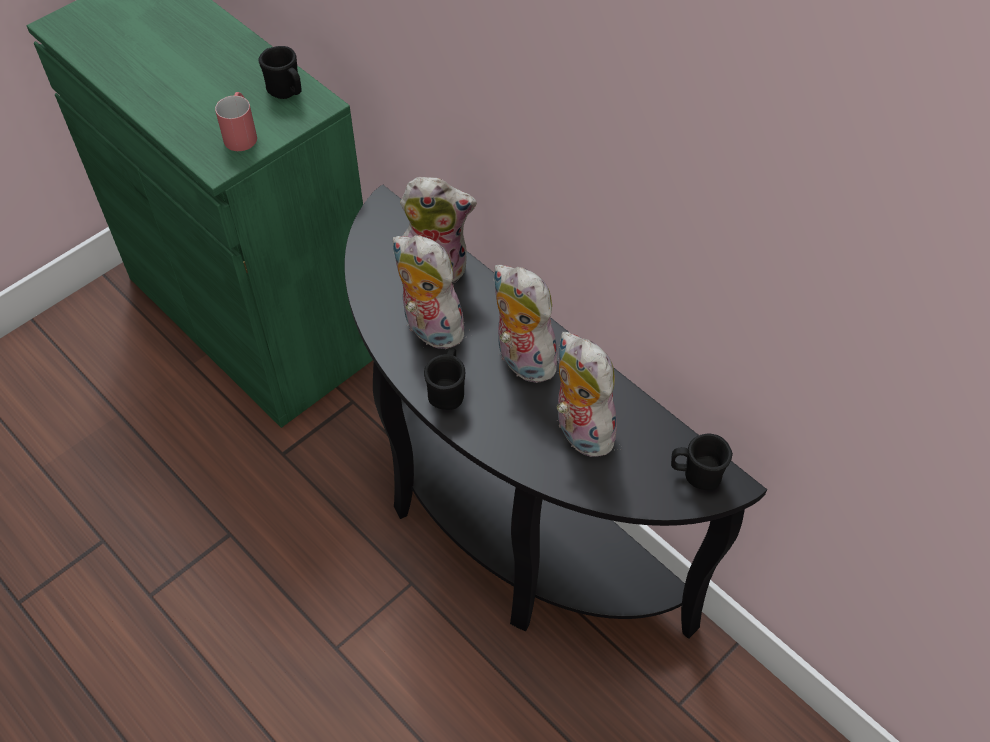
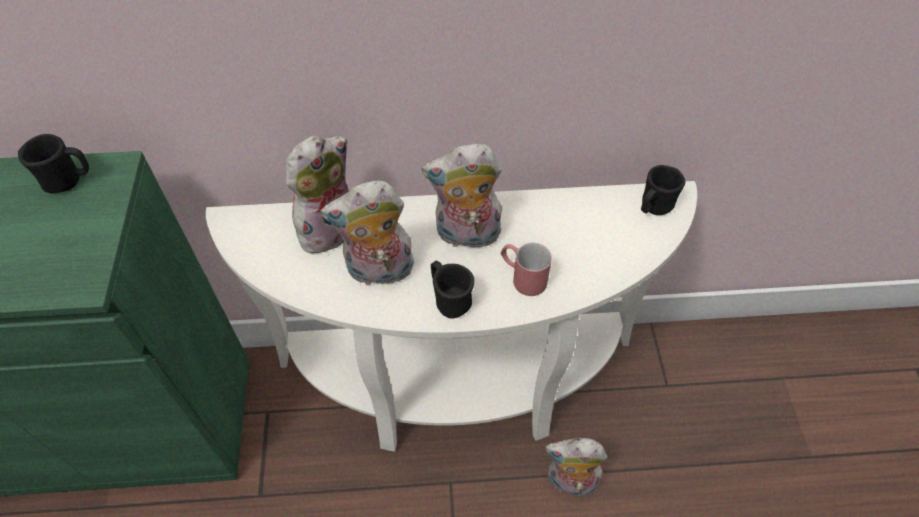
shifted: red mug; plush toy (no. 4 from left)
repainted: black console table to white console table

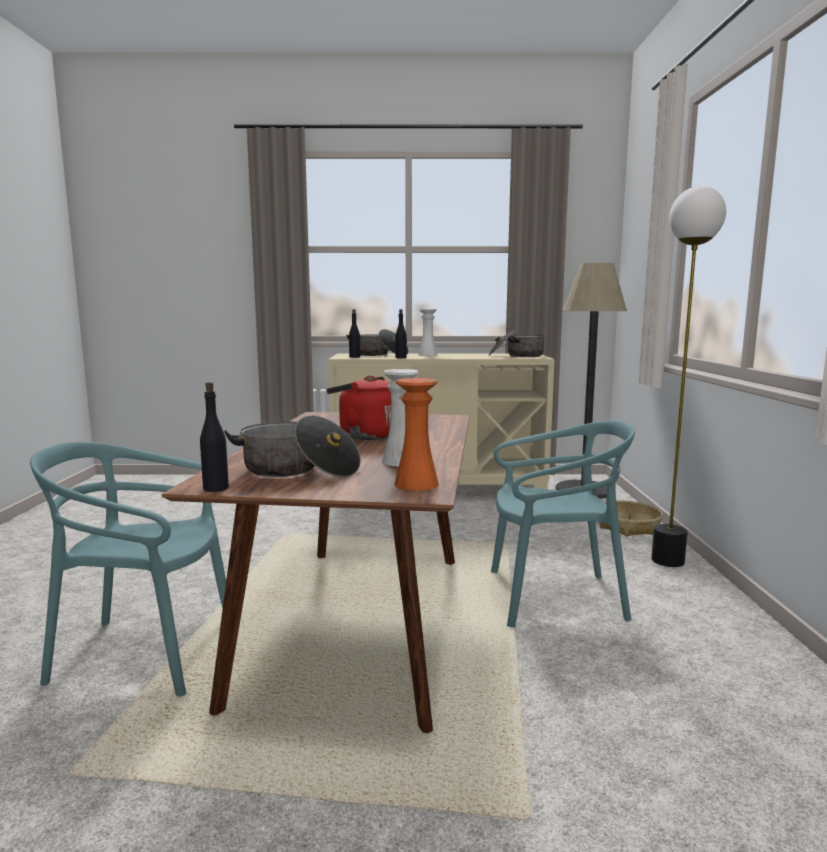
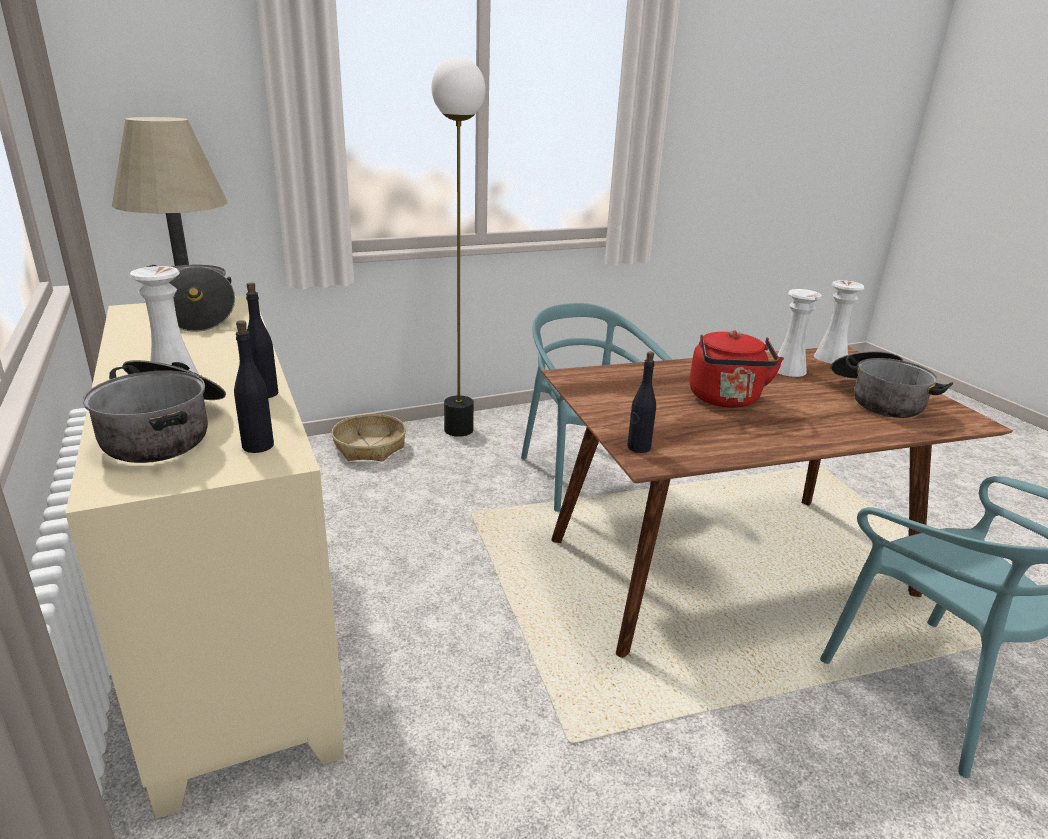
shifted: black bottle (no. 1 from left in the first image) to black bottle (no. 3 from left)
repainted: orange vase to white vase (no. 3 from left)

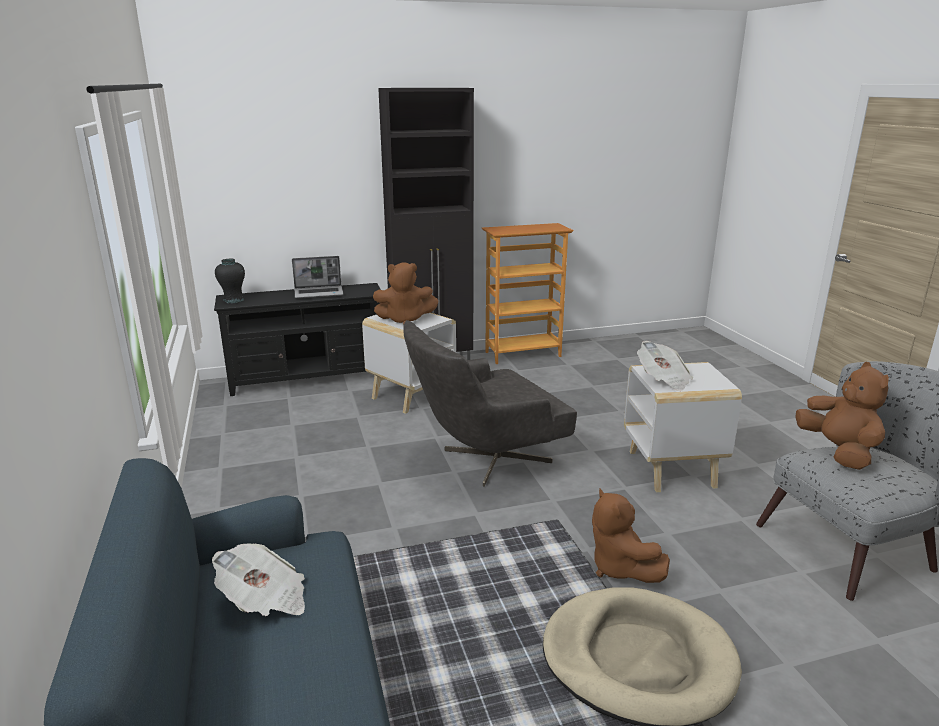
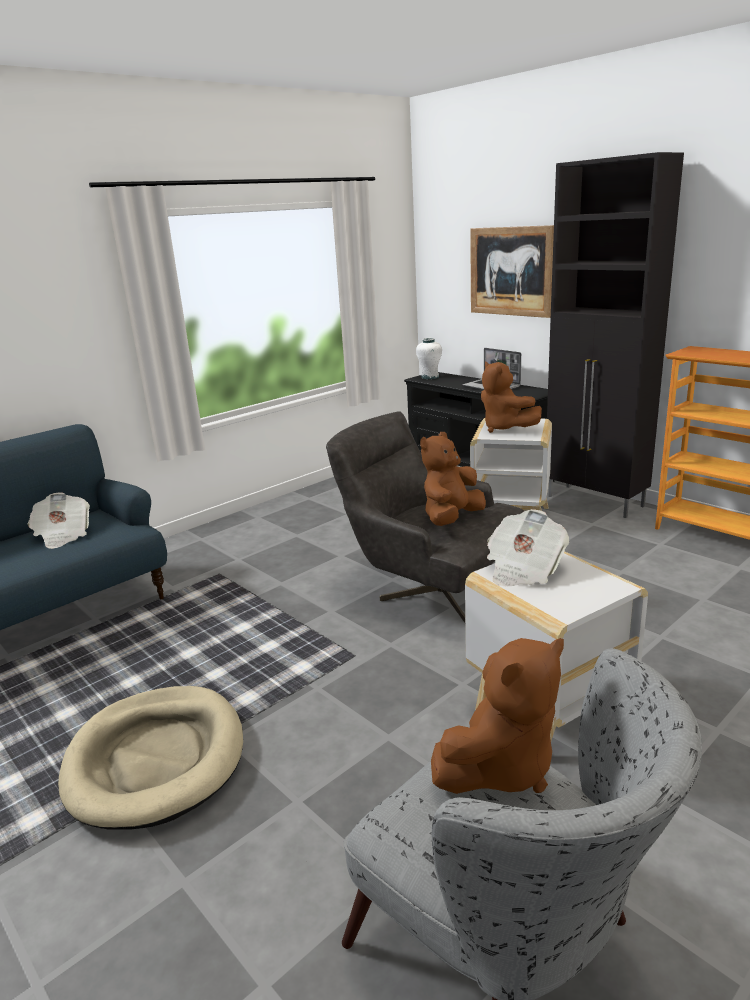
new: picture
shifted: brown plush toy (no. 2 from left in the first image) to brown plush toy (no. 1 from left)
repainted: black vase to white vase

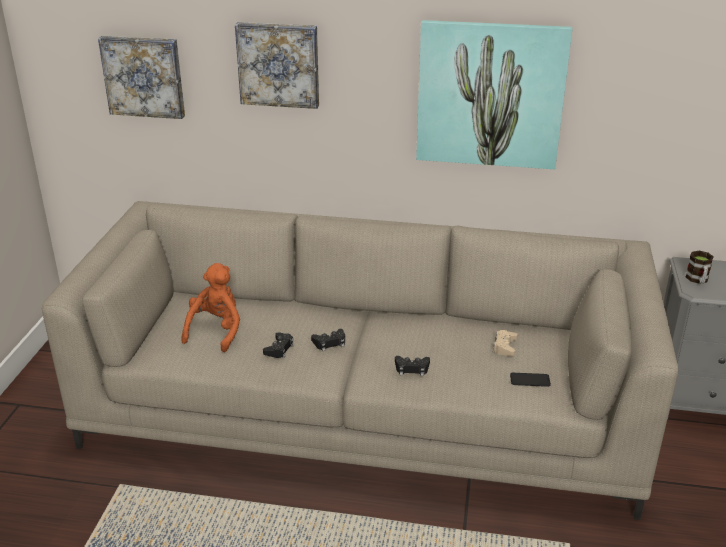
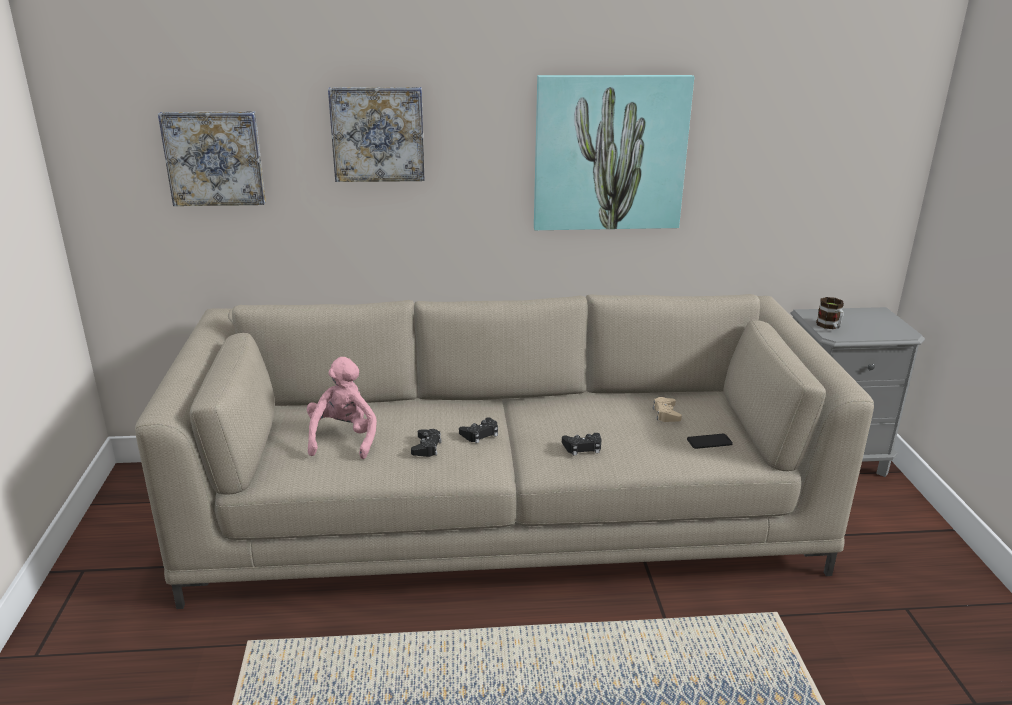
repainted: orange plush toy to pink plush toy

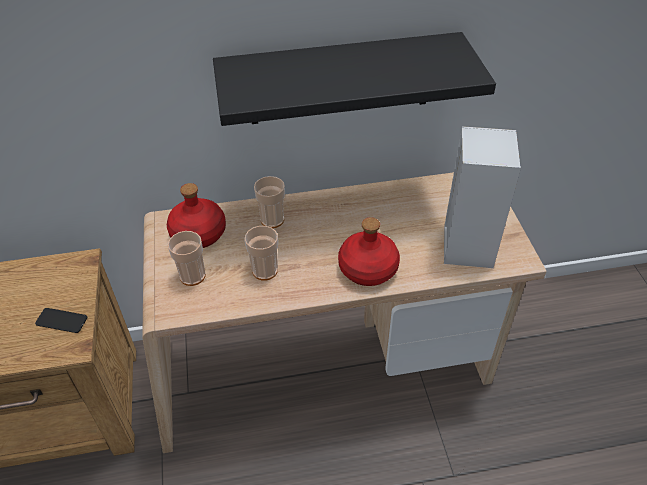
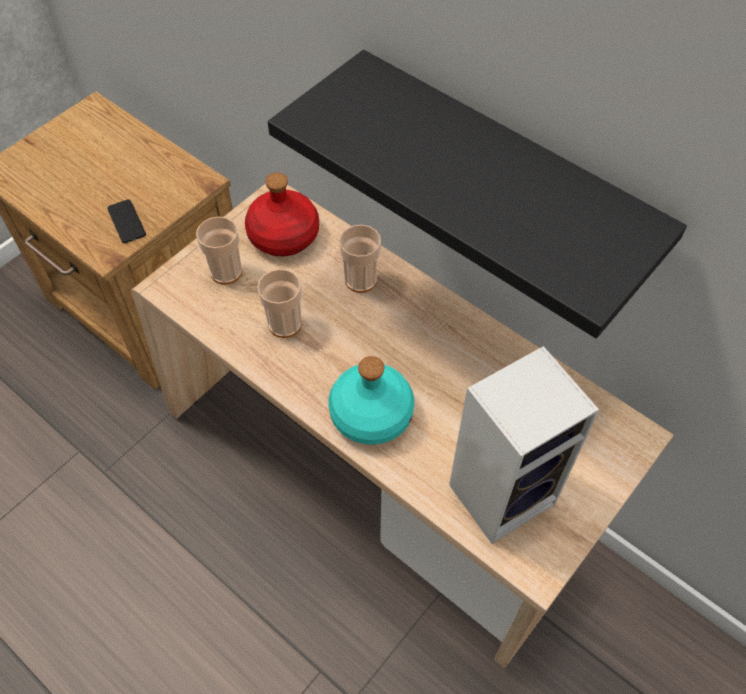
repainted: red bottle (no. 2 from left) to turquoise bottle

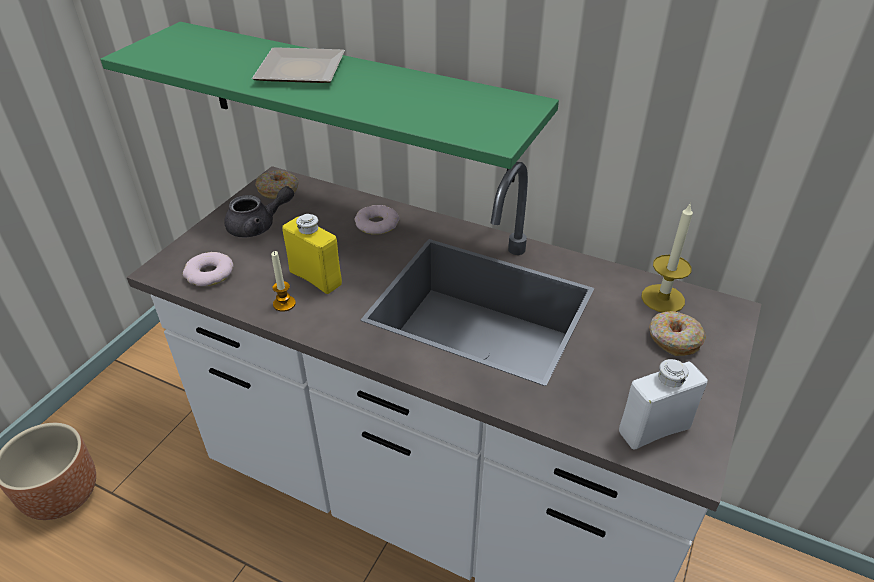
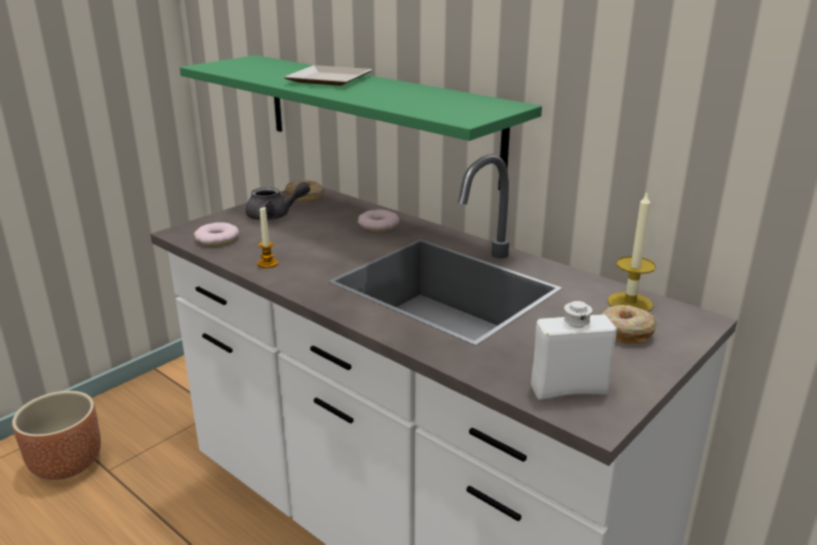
gone: yellow bottle

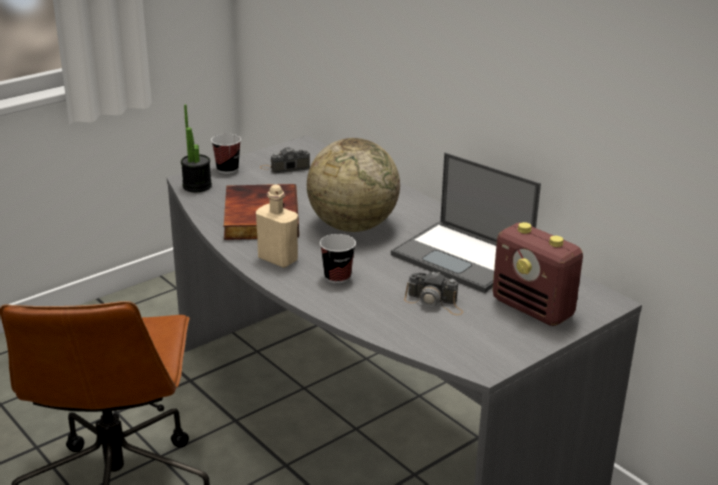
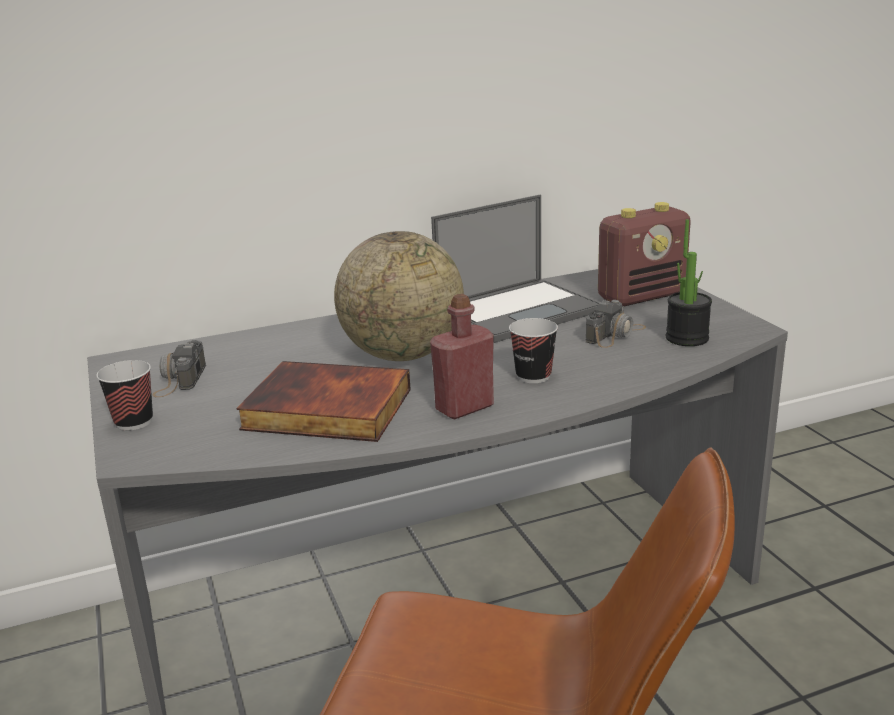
shifted: potted plant
repainted: beige bottle to red bottle

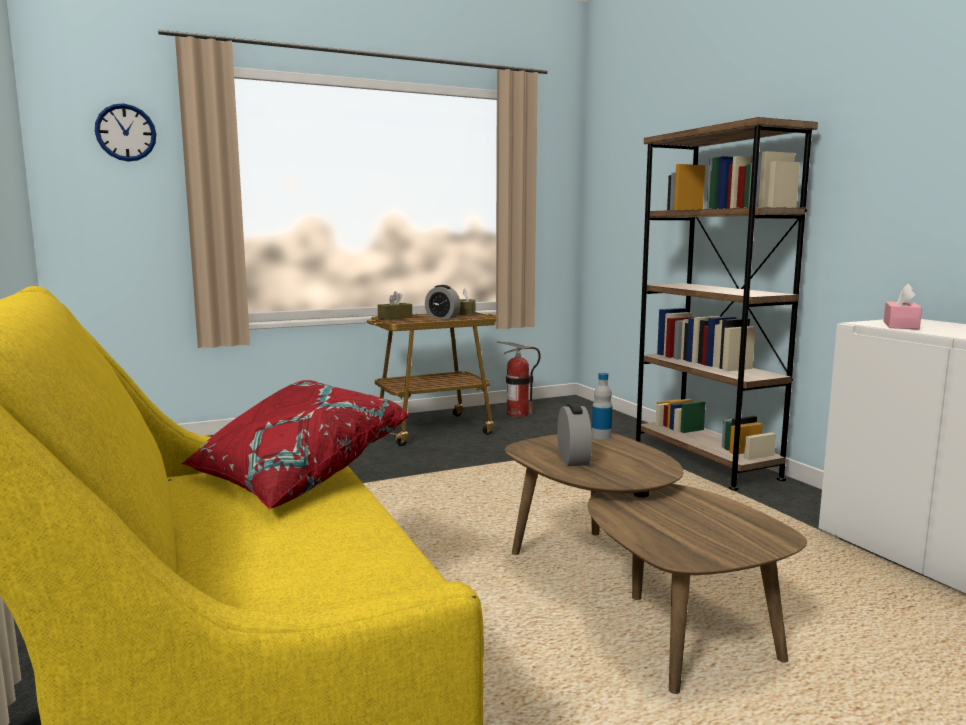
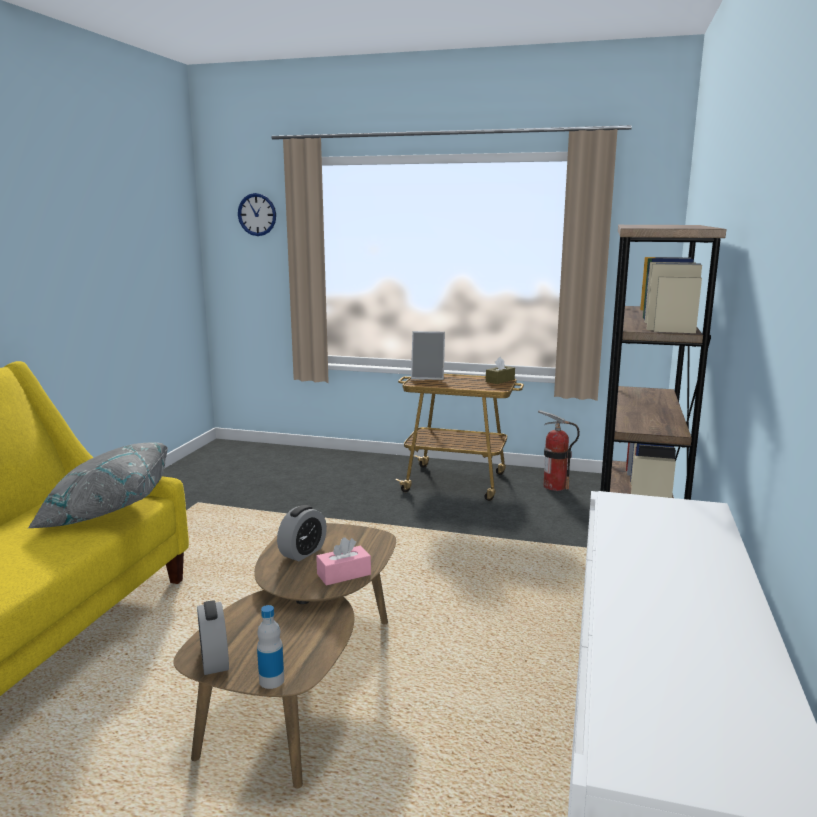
shifted: alarm clock (no. 1 from left); bottle; pink tissue box
swapped: brown tissue box (no. 1 from left) to picture frame
repainted: red pillow to grey pillow

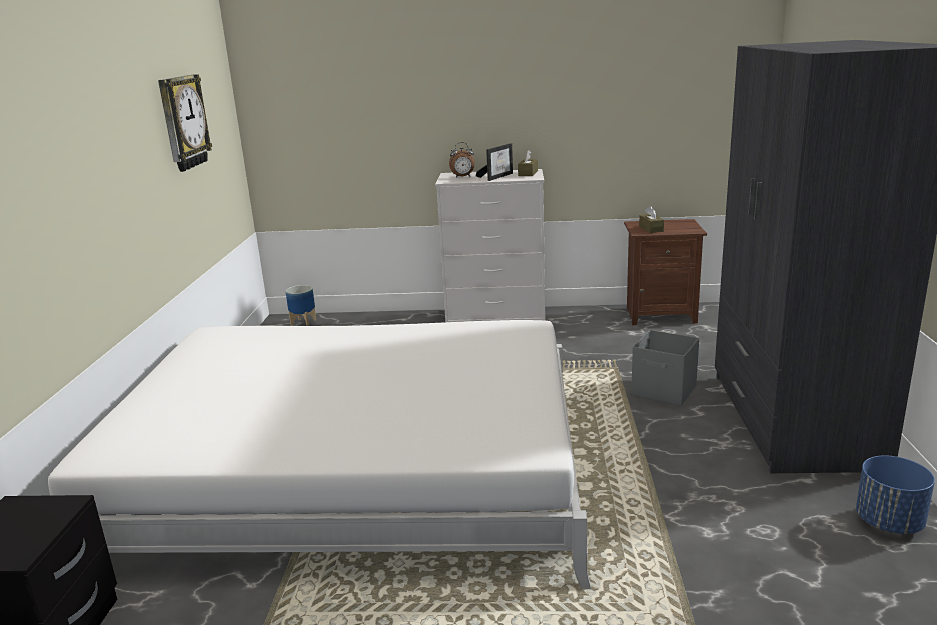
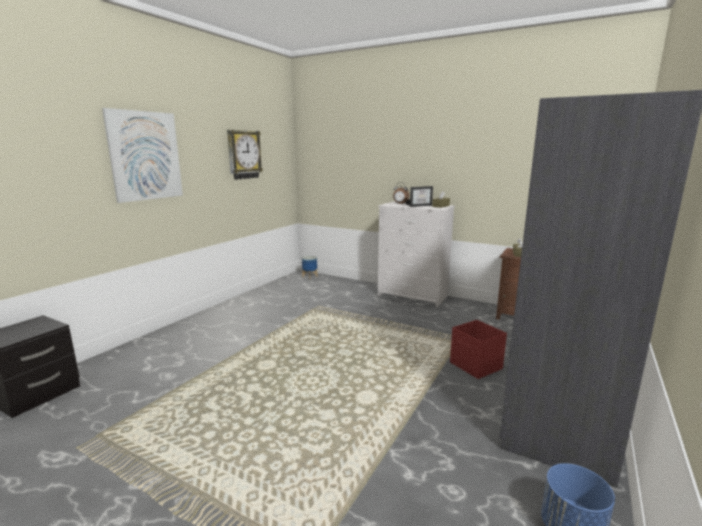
gone: white bed
new: picture
repainted: grey storage box to red storage box

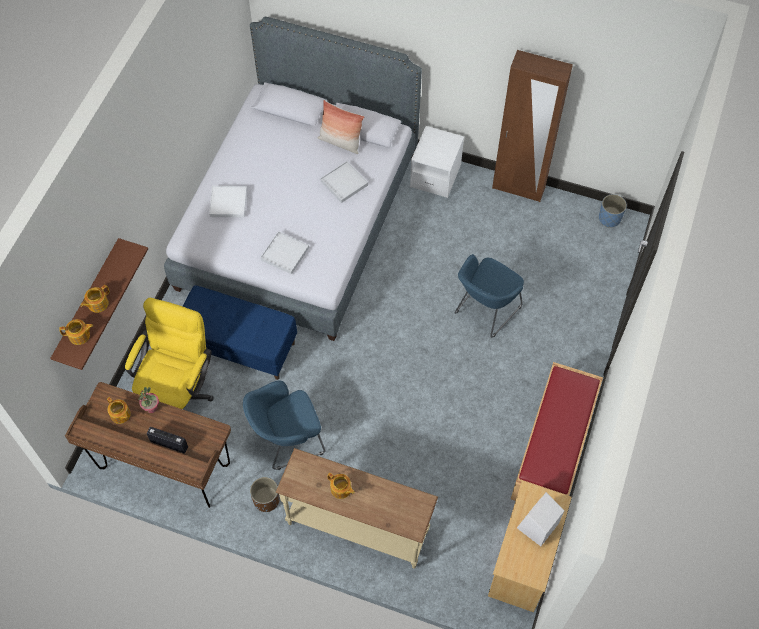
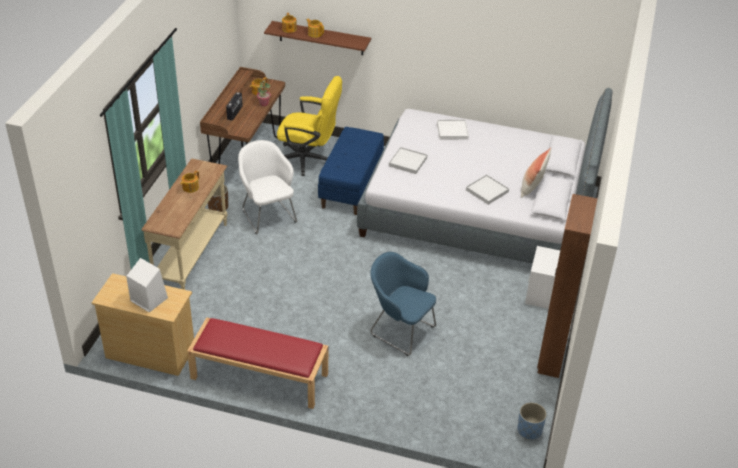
repainted: blue armchair (no. 1 from left) to white armchair

